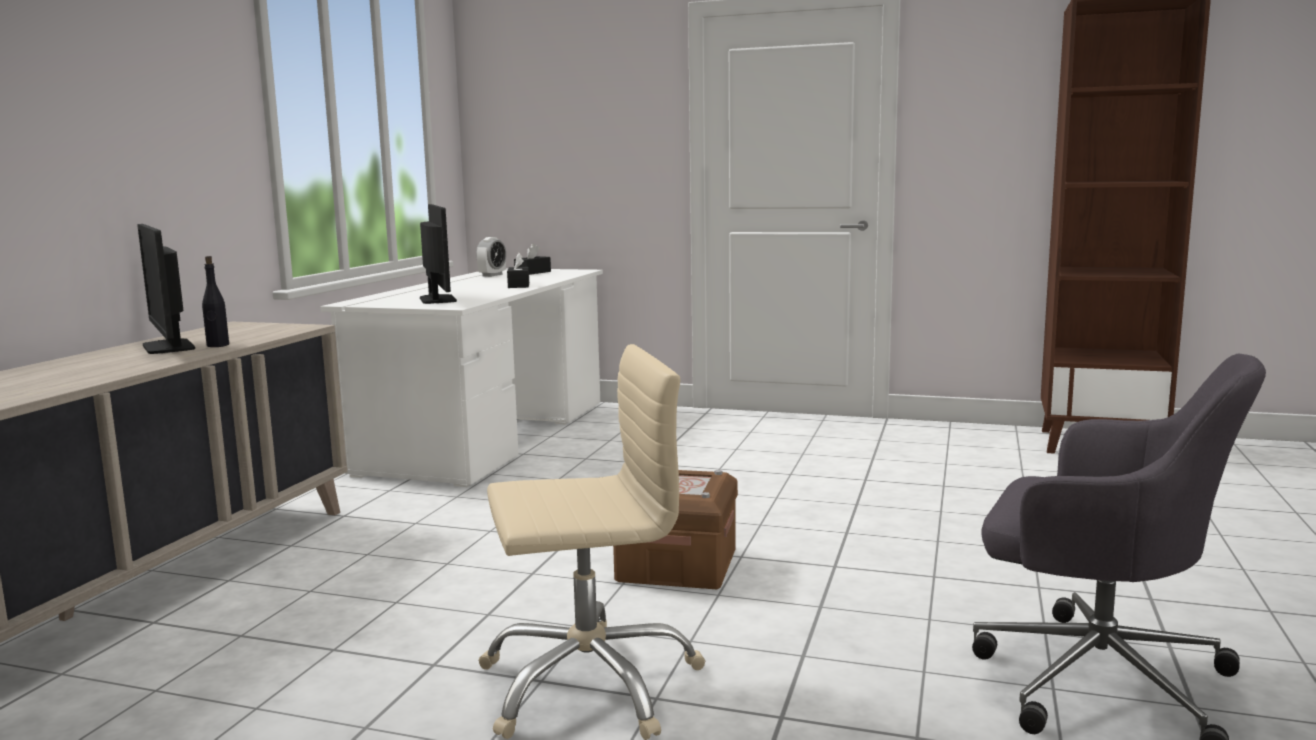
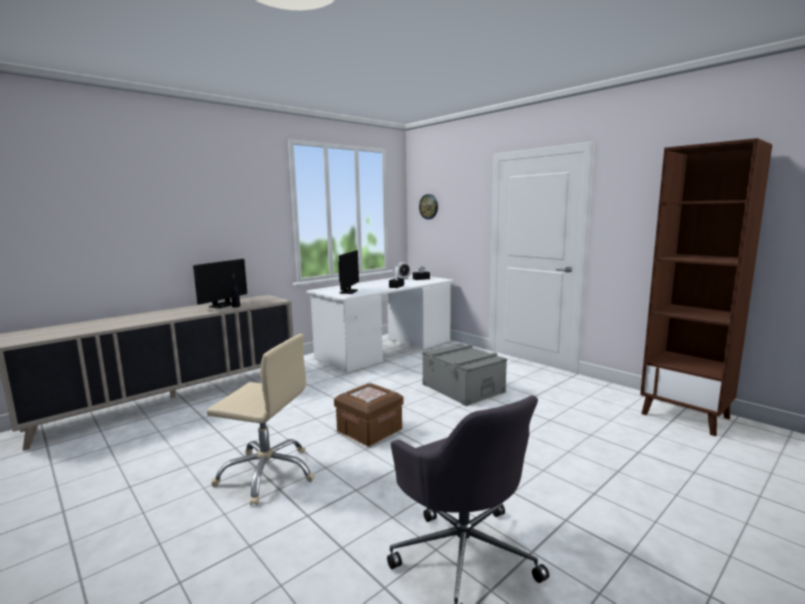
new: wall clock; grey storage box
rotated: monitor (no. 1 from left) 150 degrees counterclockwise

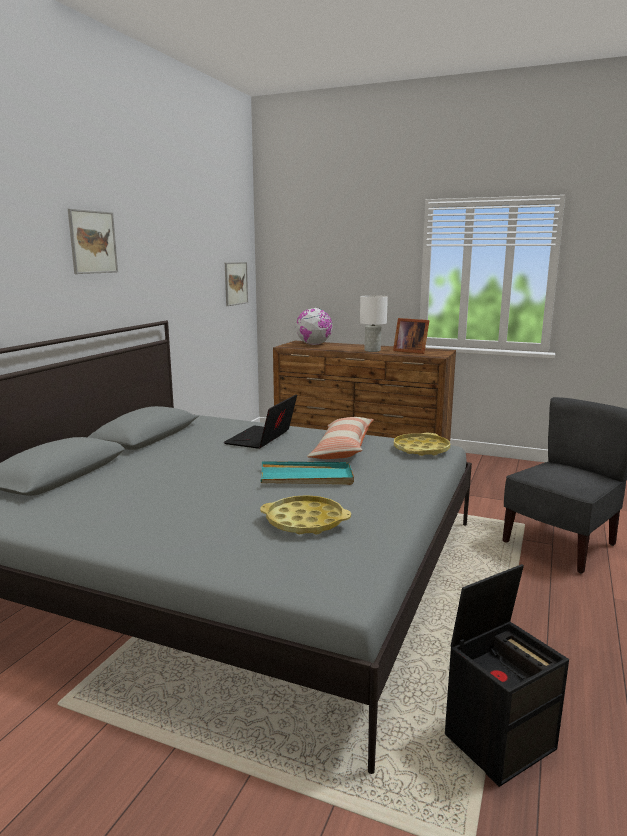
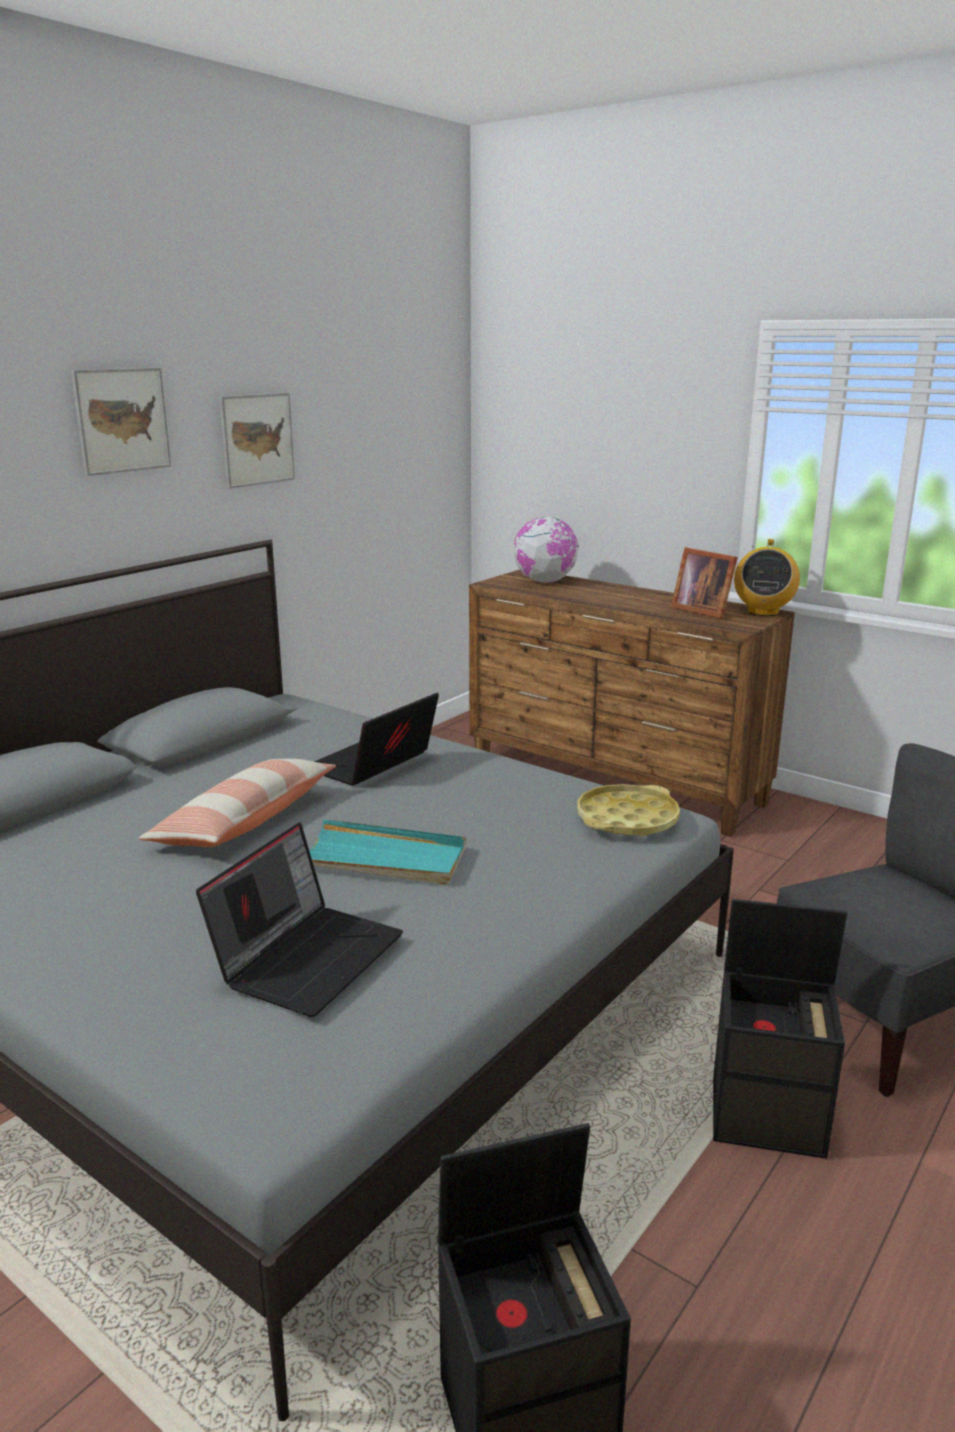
gone: white table lamp
new: black storage box (no. 2 from left); radio
shifted: pillow; picture (no. 2 from left)
swapped: yellow tray (no. 1 from left) to laptop (no. 1 from left)

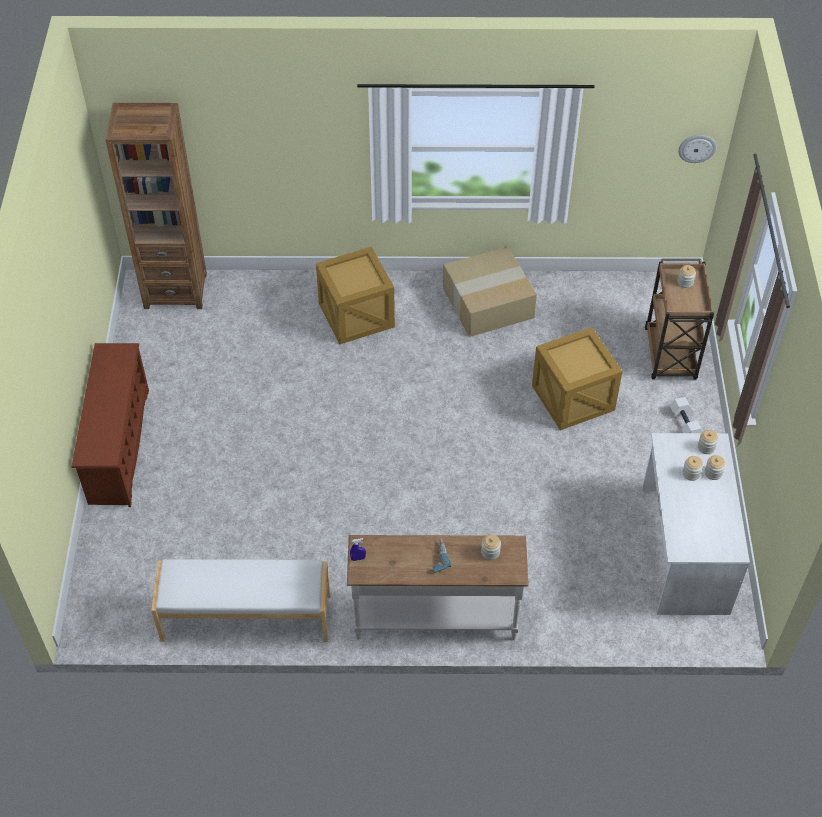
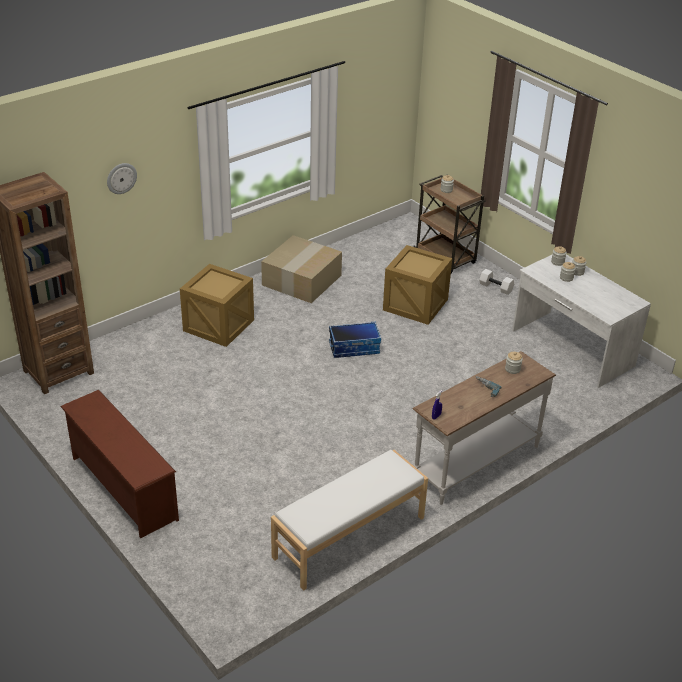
new: storage box
shifted: wall clock

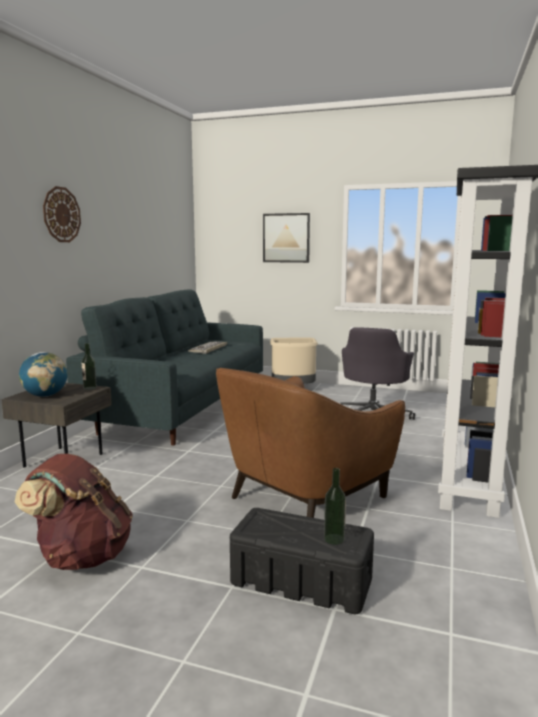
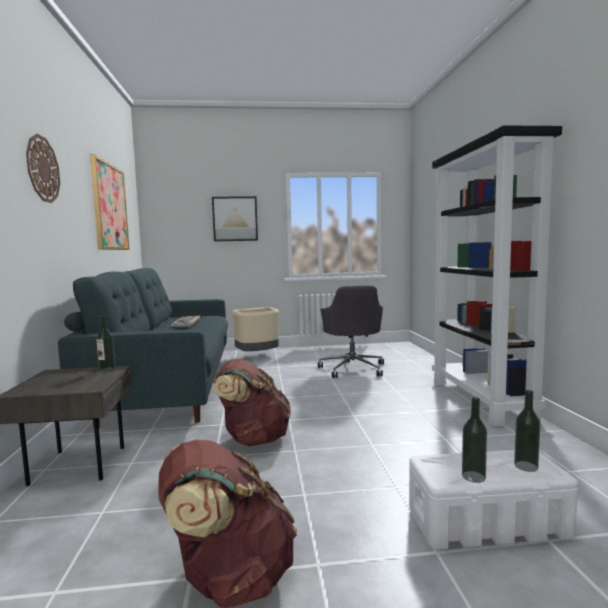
gone: globe; brown armchair
new: picture (no. 1 from left); brown backpack (no. 2 from left); bottle (no. 2 from left)
repainted: black storage box to white storage box

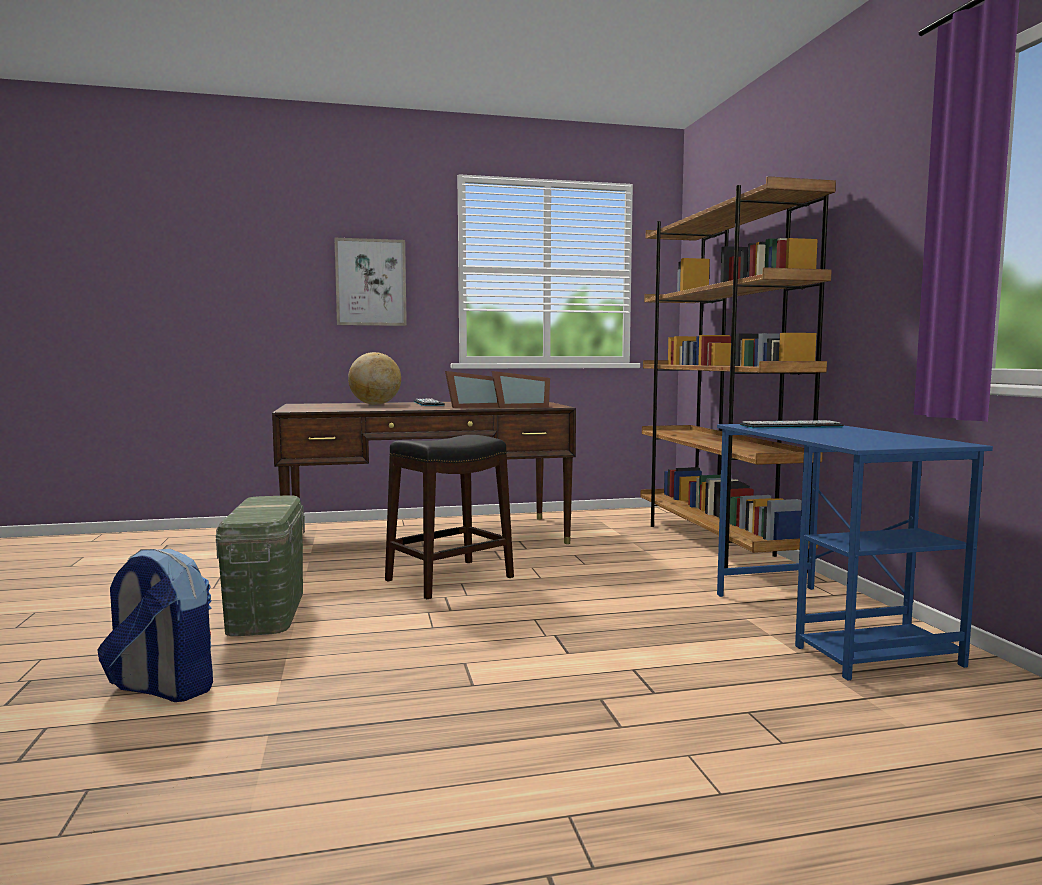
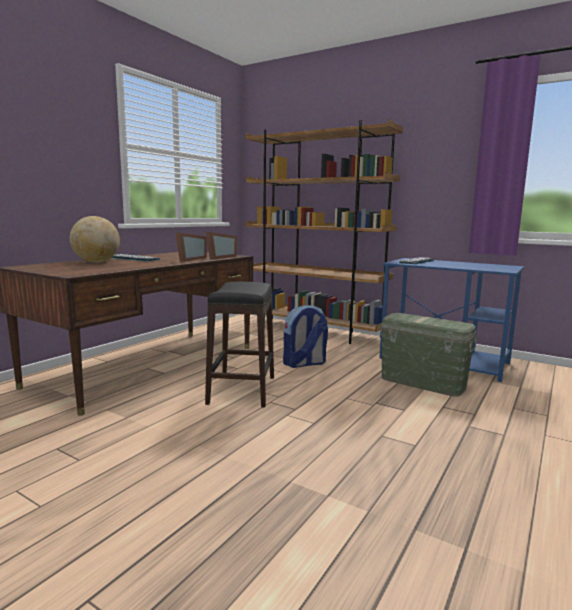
gone: picture
shifted: backpack; green storage box

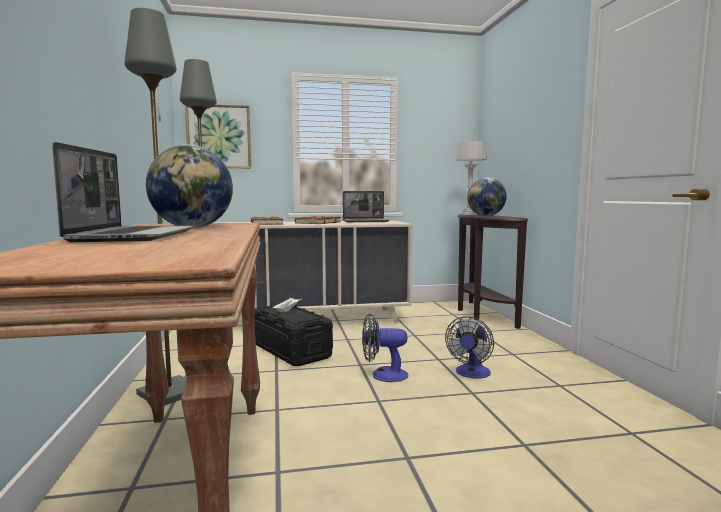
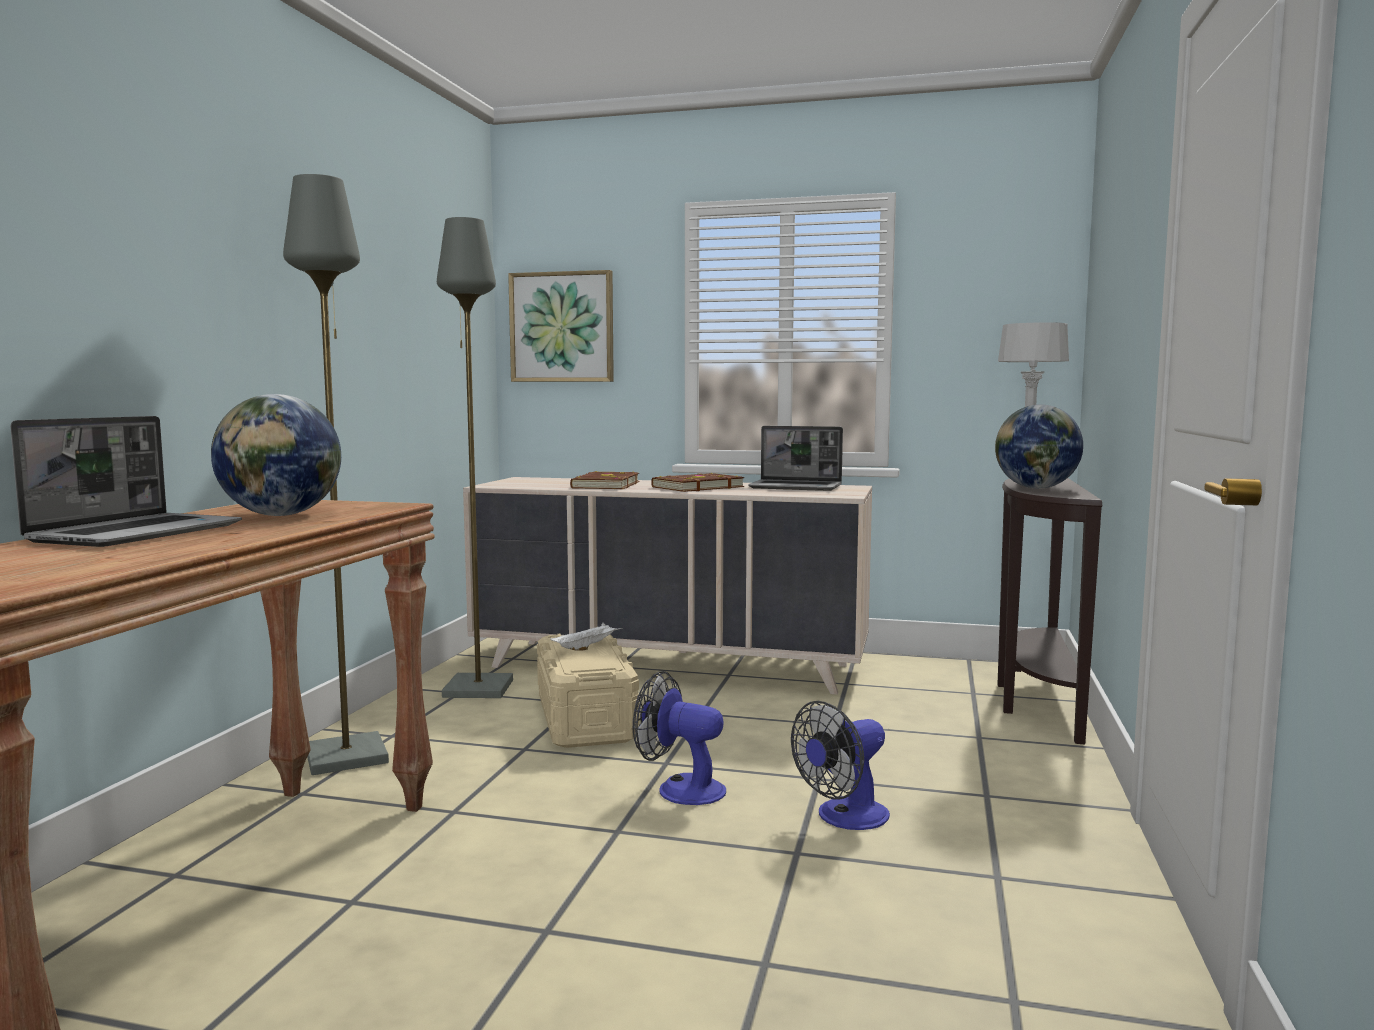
repainted: black storage box to beige storage box

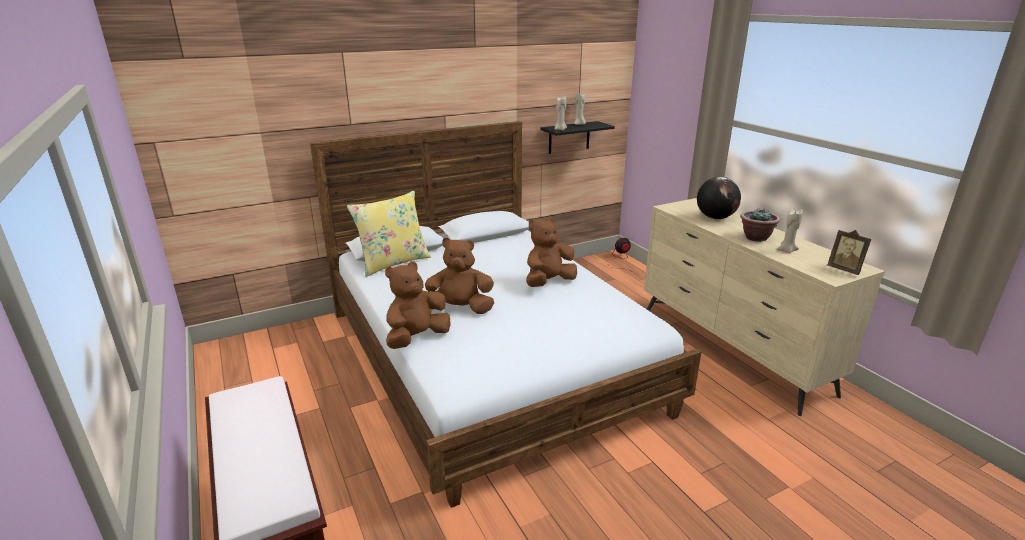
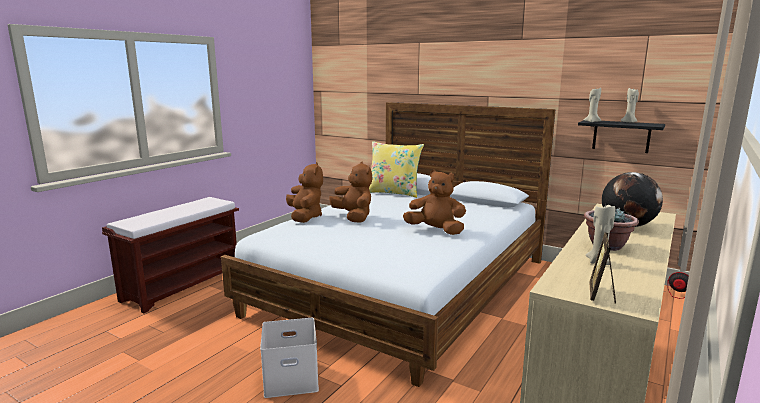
new: white storage box
rotated: brown plush toy (no. 1 from left) 60 degrees clockwise

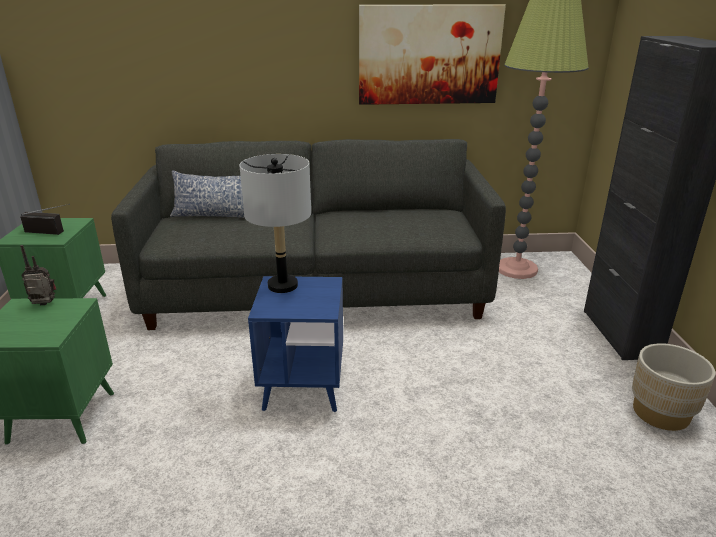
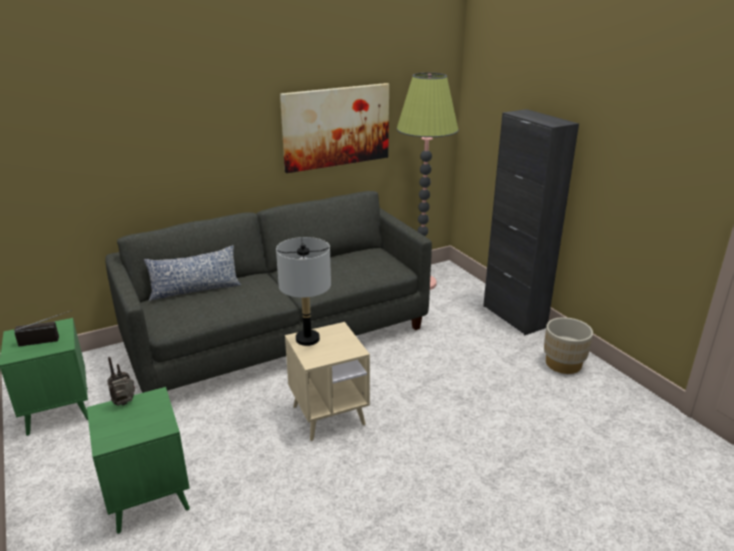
repainted: blue side table to beige side table

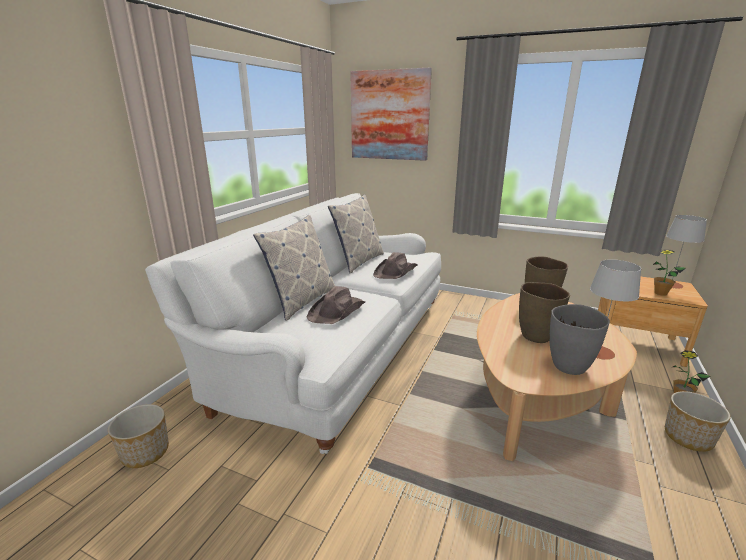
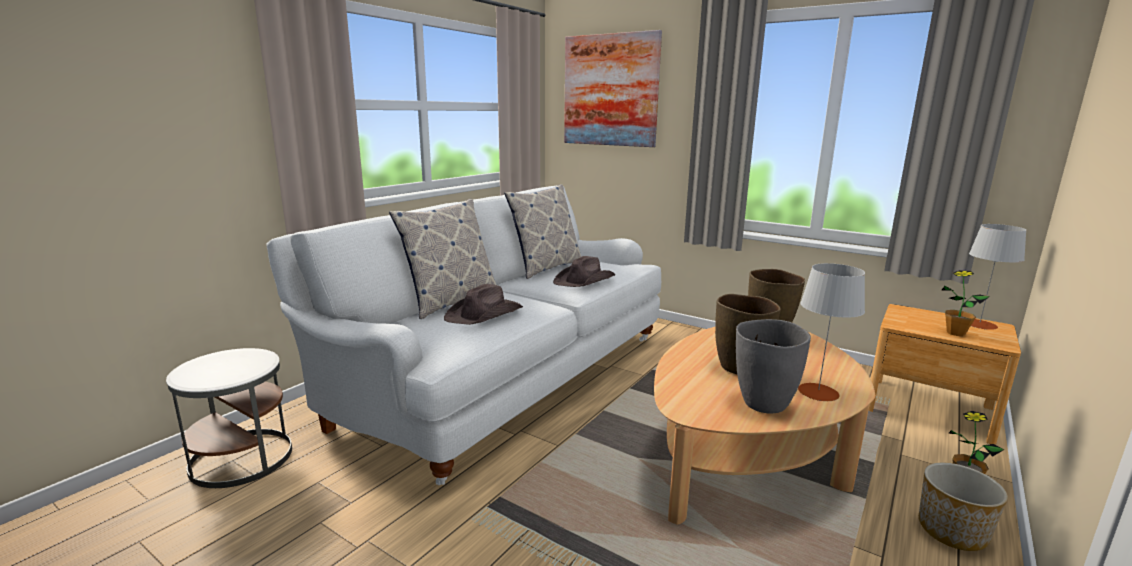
swapped: planter (no. 1 from left) to white side table

